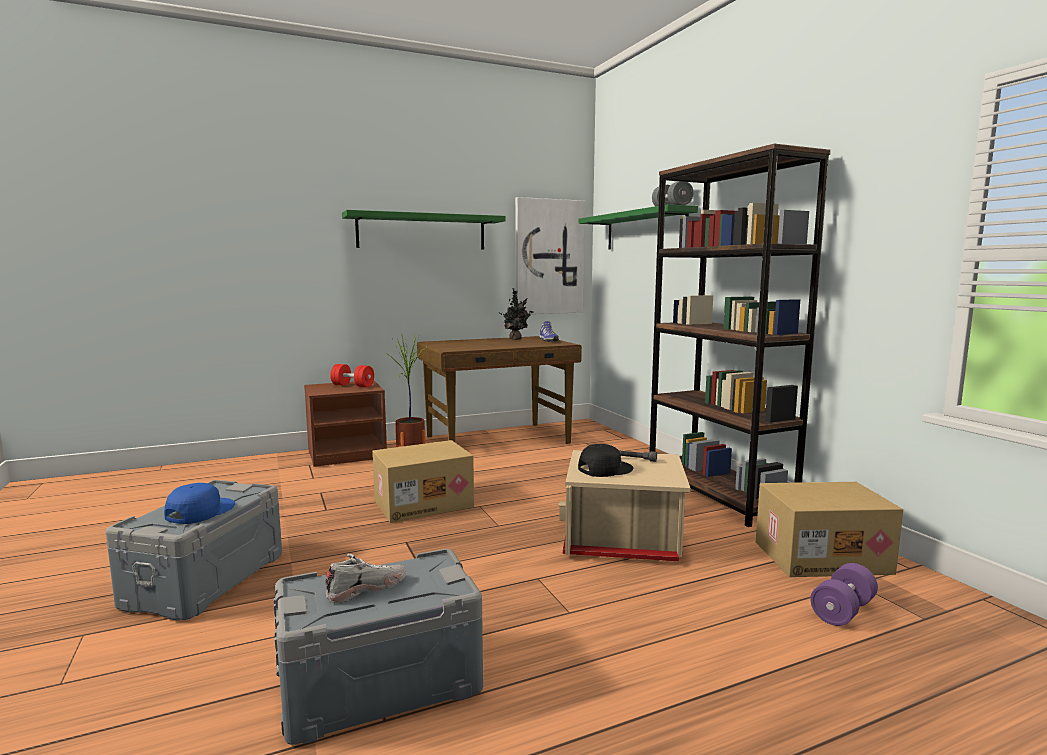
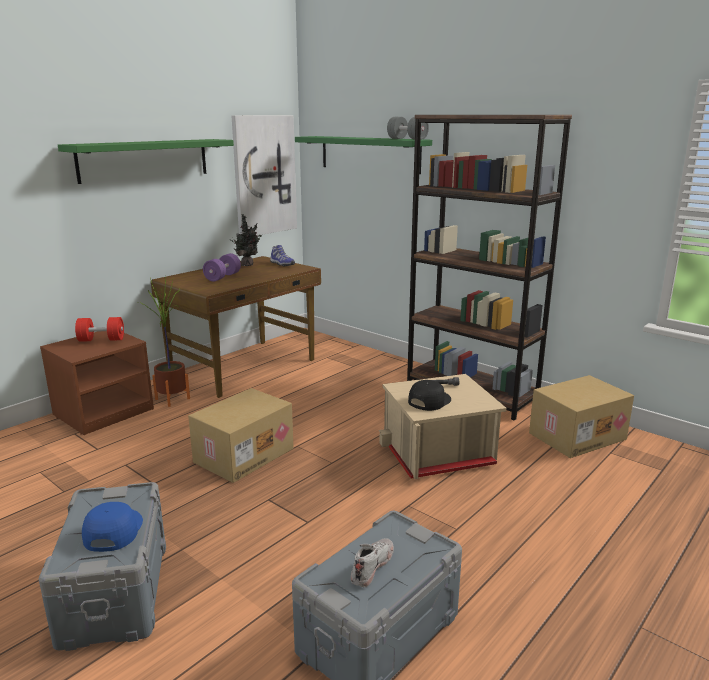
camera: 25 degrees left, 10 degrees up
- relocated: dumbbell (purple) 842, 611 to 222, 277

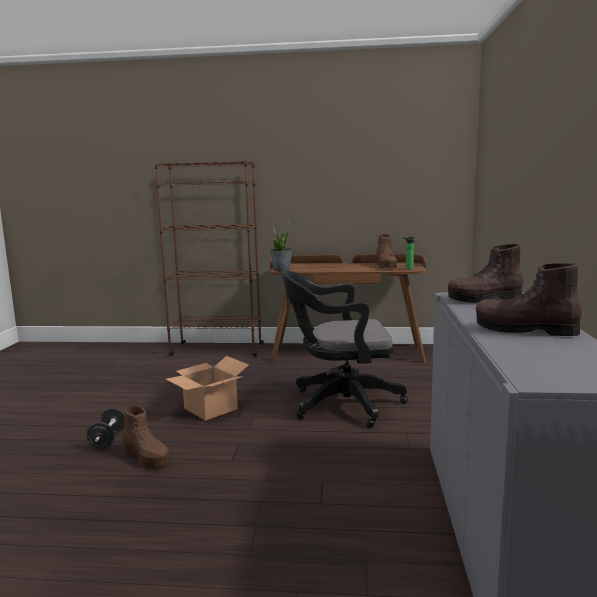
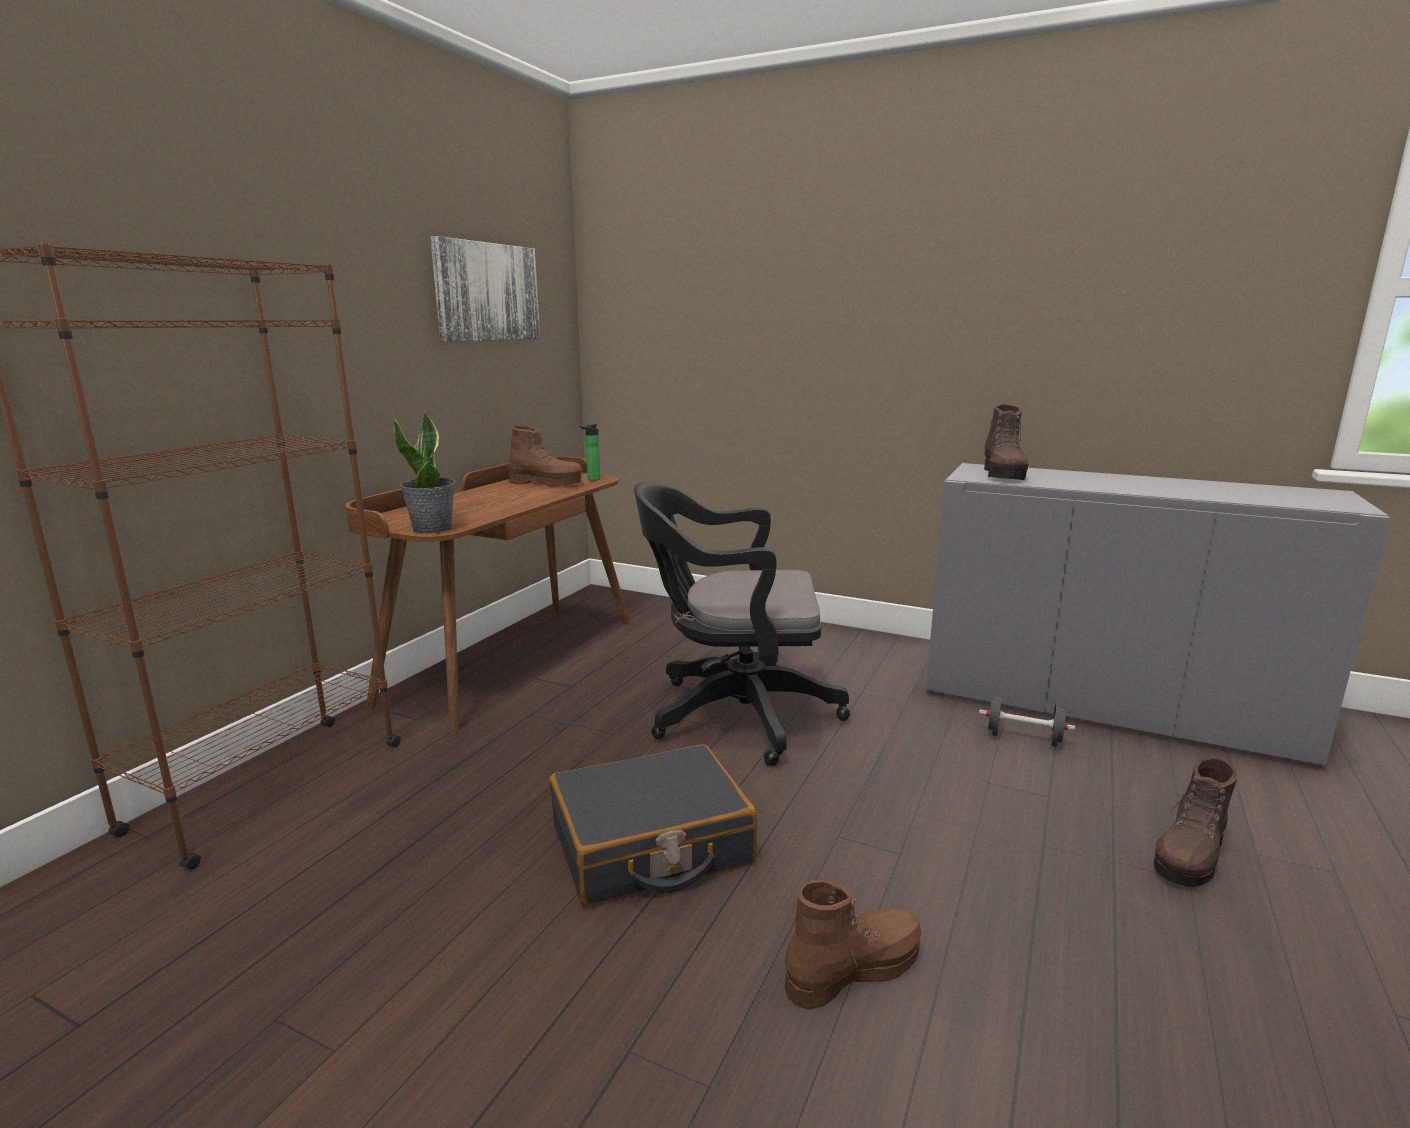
camera: 70 degrees left, 5 degrees up
- relocated: dumbbell (black) 108, 439 to 1023, 738
- exchanged: cardboard box 211, 409 to suitcase (black) 651, 846
- spun: office chair (black) 340, 404 = 733, 714 75 degrees clockwise
- relocated: boot (brown) 525, 330 to 1189, 858
- appeared: picture 486, 292

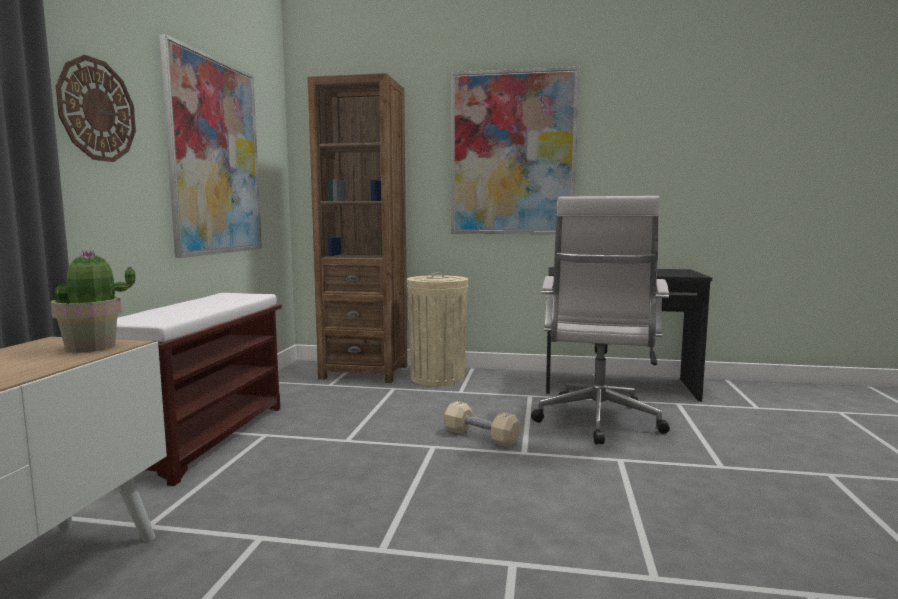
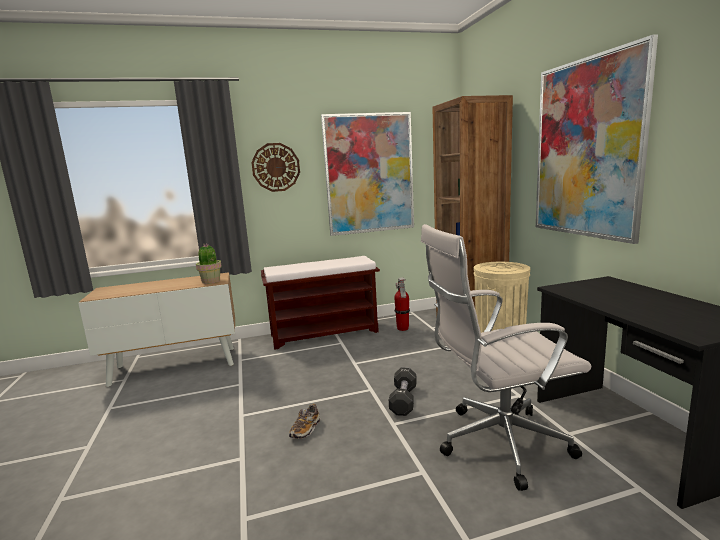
camera: 65 degrees right, 5 degrees up
- colour: dumbbell (beige) 481, 437 to dumbbell (black) 403, 400
- appeared: shoe 305, 429
- appeared: fire extinguisher 403, 329

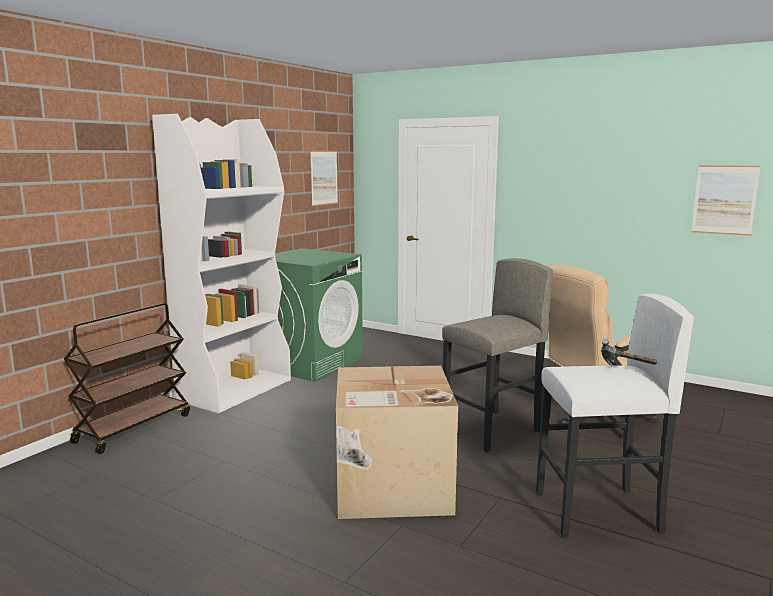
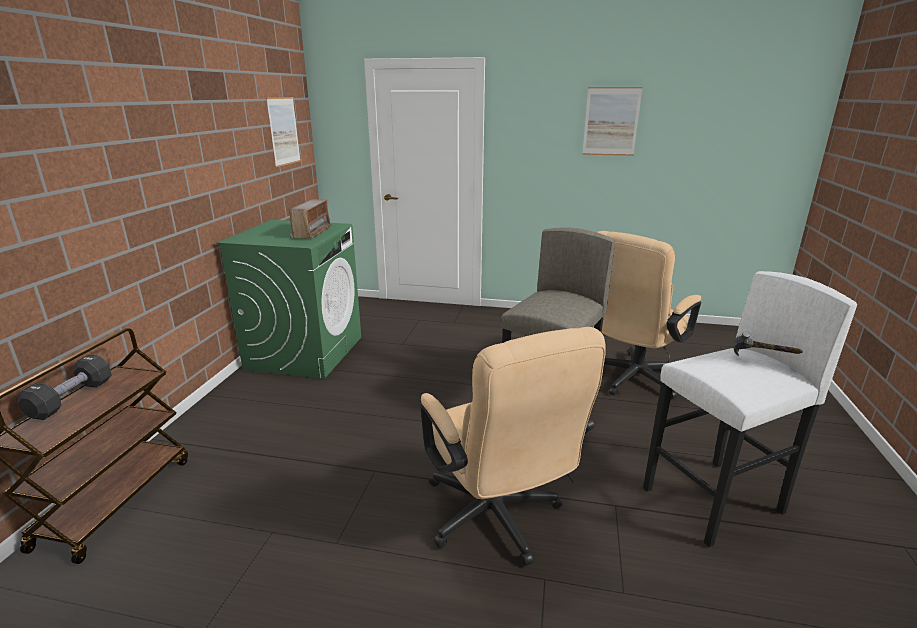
camera: 20 degrees left, 10 degrees up
- missing: bookcase (white) 235, 390
- exchanged: cardboard box 391, 487 to office chair (beige) 497, 521
- relocated: picture 724, 200 to 611, 121
- appeared: dumbbell (black) 71, 398
- appeared: radio 312, 232

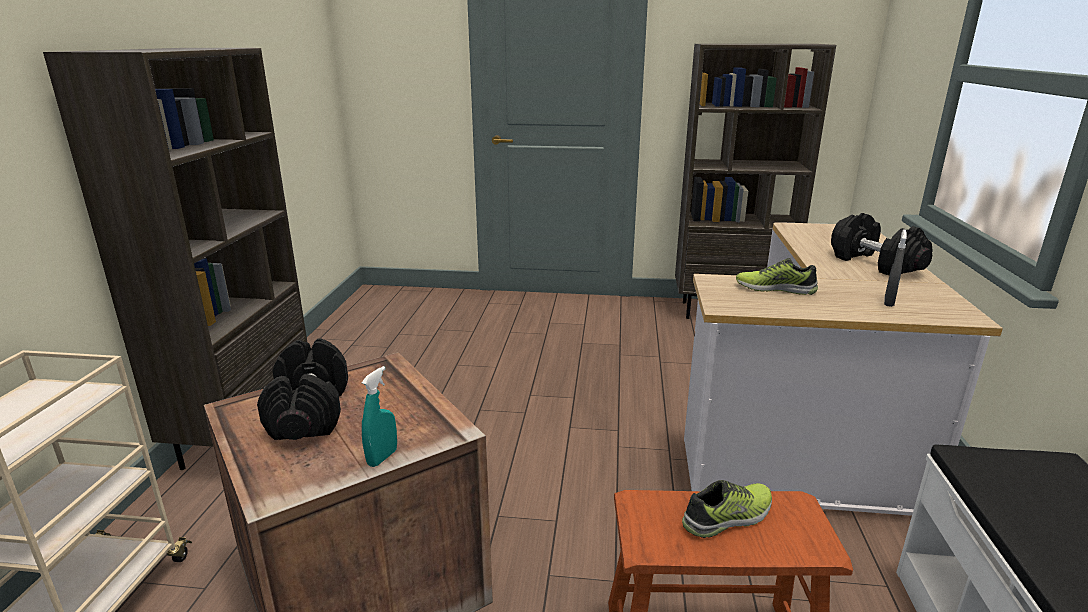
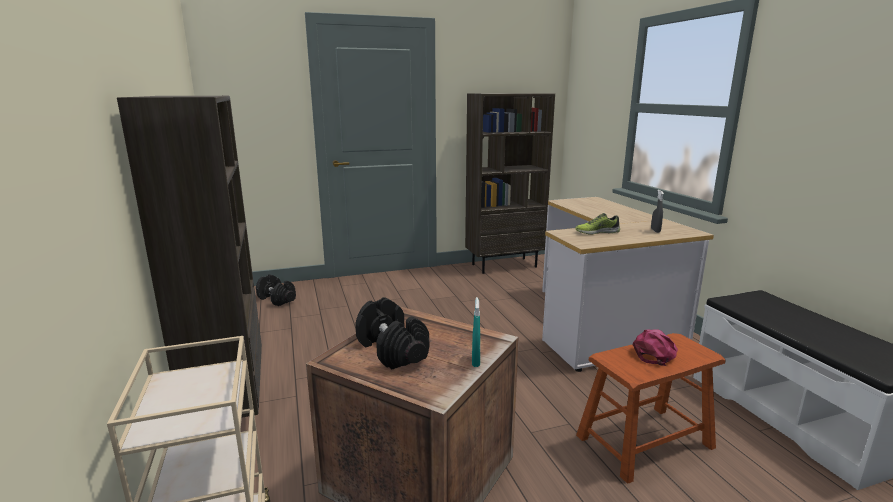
camera: 25 degrees left, 5 degrees down
- exchanged: shoe 729, 517 to cap (pink) 655, 352
- relocated: dumbbell (black) 876, 264 to 277, 299

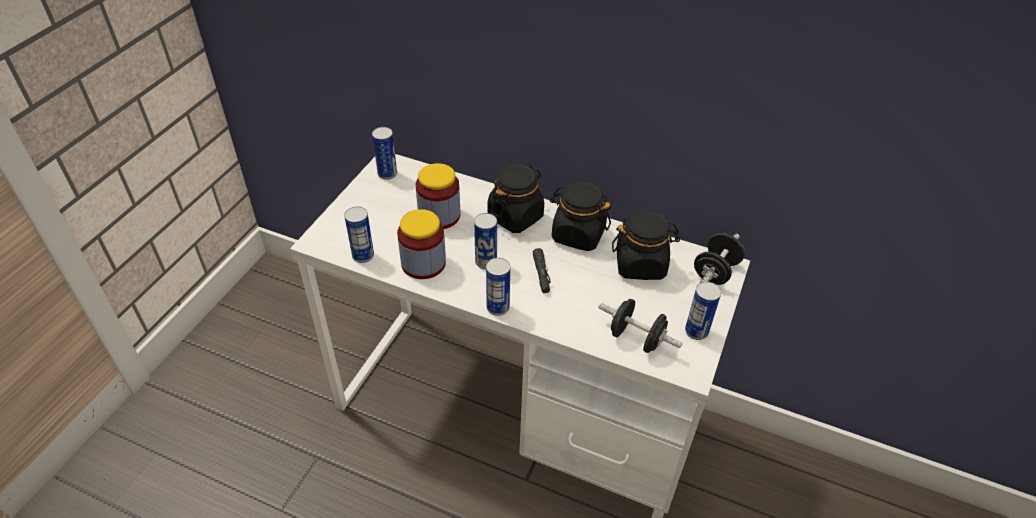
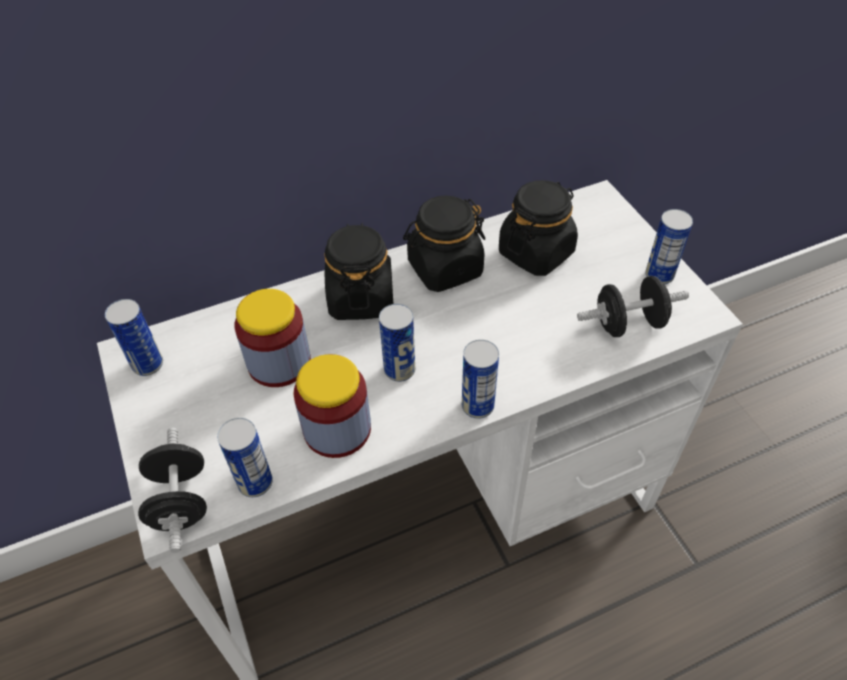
camera: 45 degrees left, 5 degrees up
- missing: flashlight (black) 541, 274
- relocated: dumbbell (black) 715, 272 to 180, 502

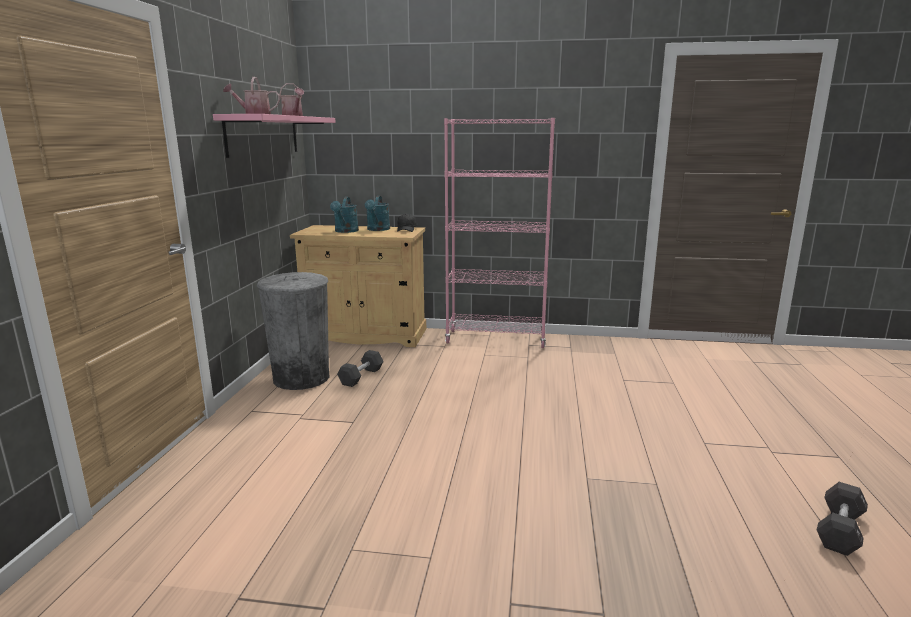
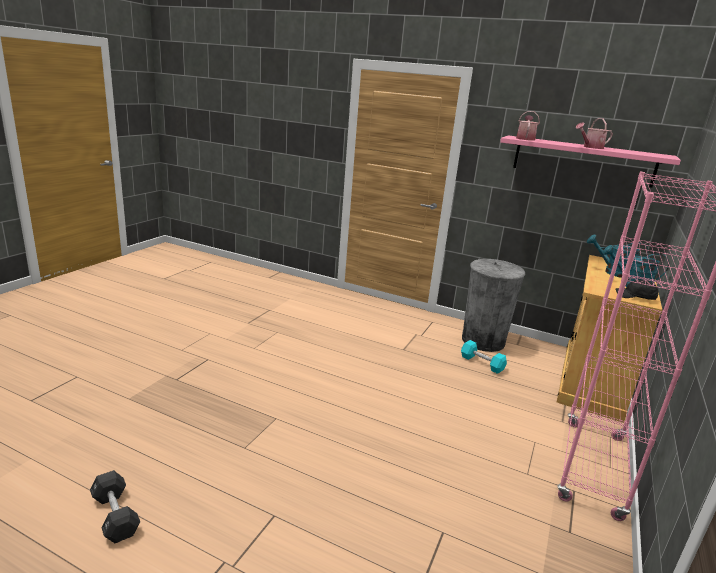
camera: 105 degrees right, 5 degrees up
- colour: dumbbell (black) 361, 376 to dumbbell (turquoise) 482, 363

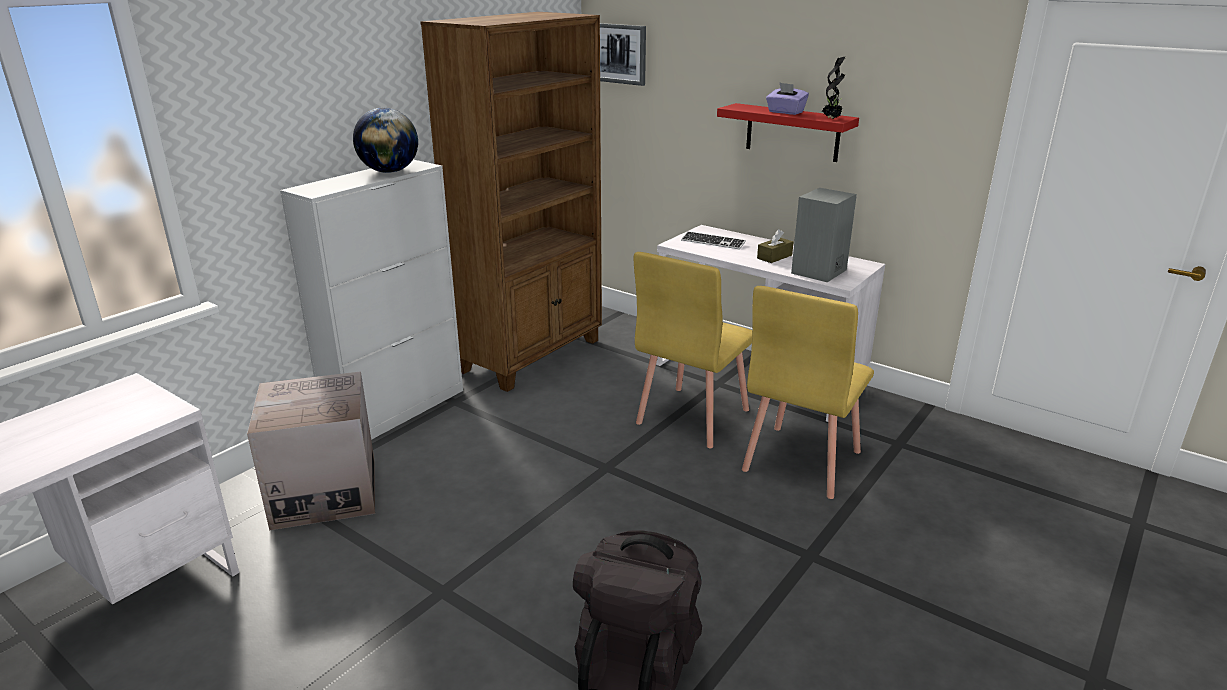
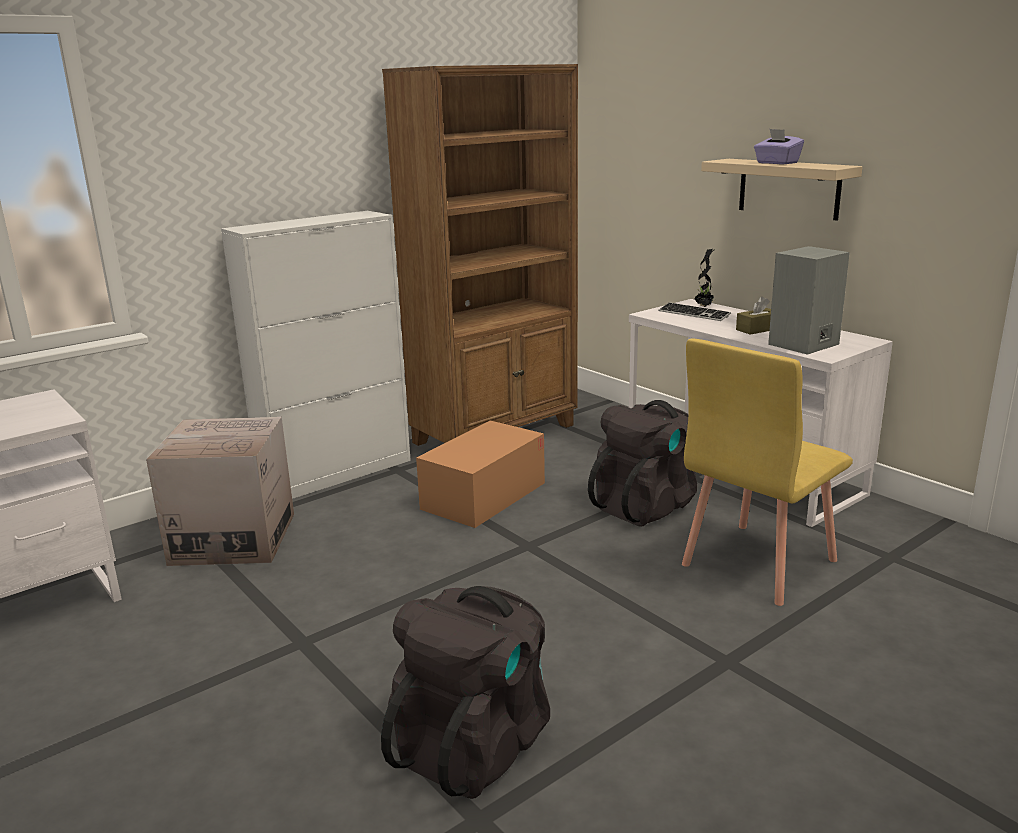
camera: 15 degrees right, 5 degrees down
- missing: globe 389, 171
- missing: picture 619, 53
- exchanged: chair (yellow) 691, 416 to backpack (black) 646, 506
- colour: shelf (red) 792, 132 to shelf (beige) 788, 188
- relocated: potted plant 832, 118 to 704, 306
- appeared: cardboard box 484, 496

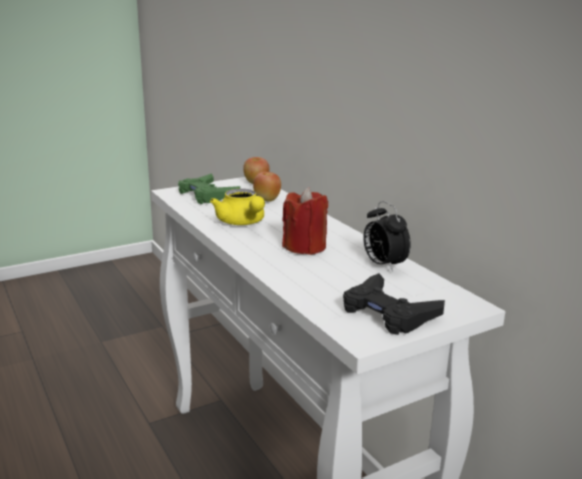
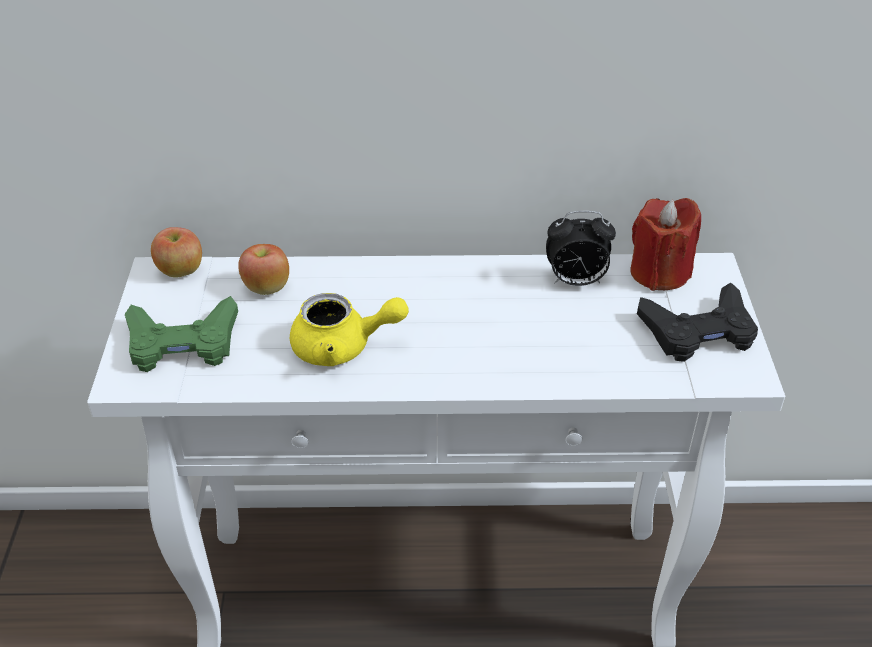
camera: 60 degrees left, 20 degrees up
- relocated: candle (red) 305, 247 to 659, 273

